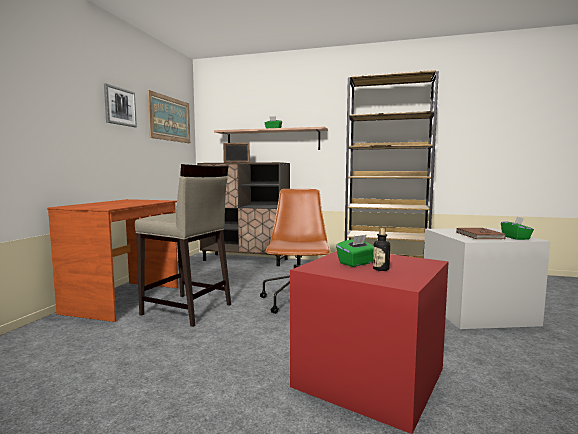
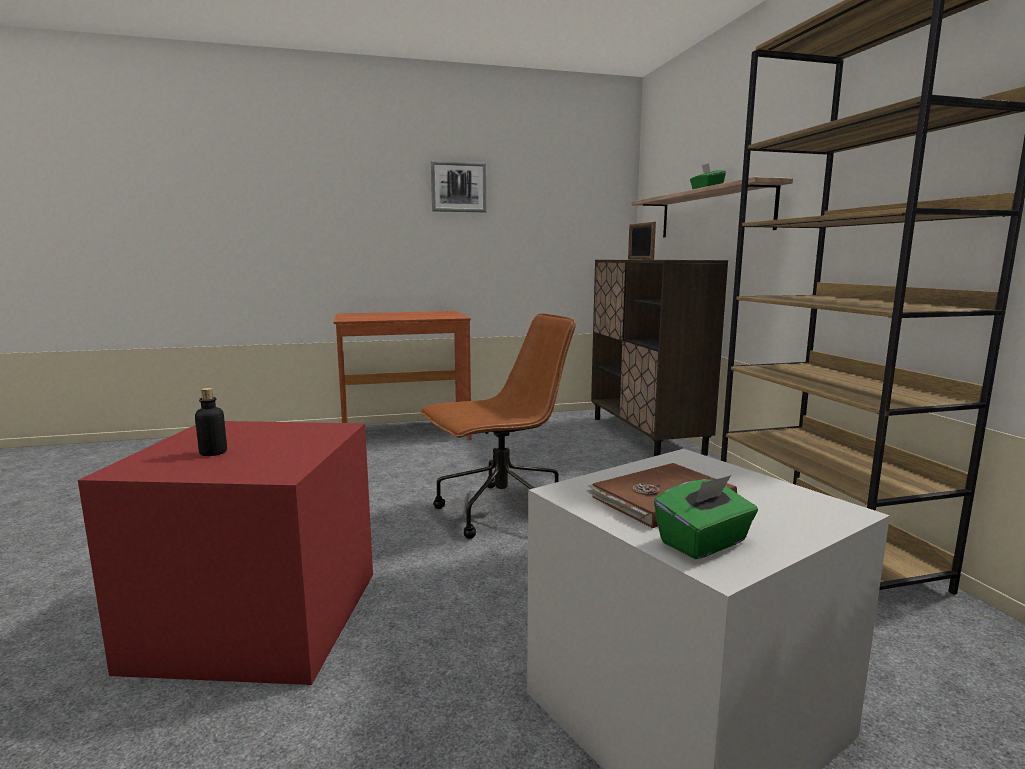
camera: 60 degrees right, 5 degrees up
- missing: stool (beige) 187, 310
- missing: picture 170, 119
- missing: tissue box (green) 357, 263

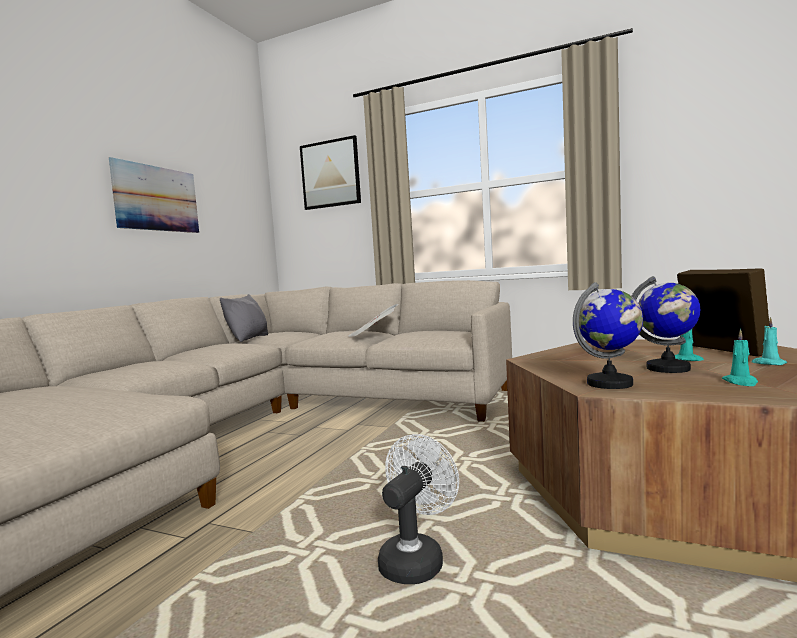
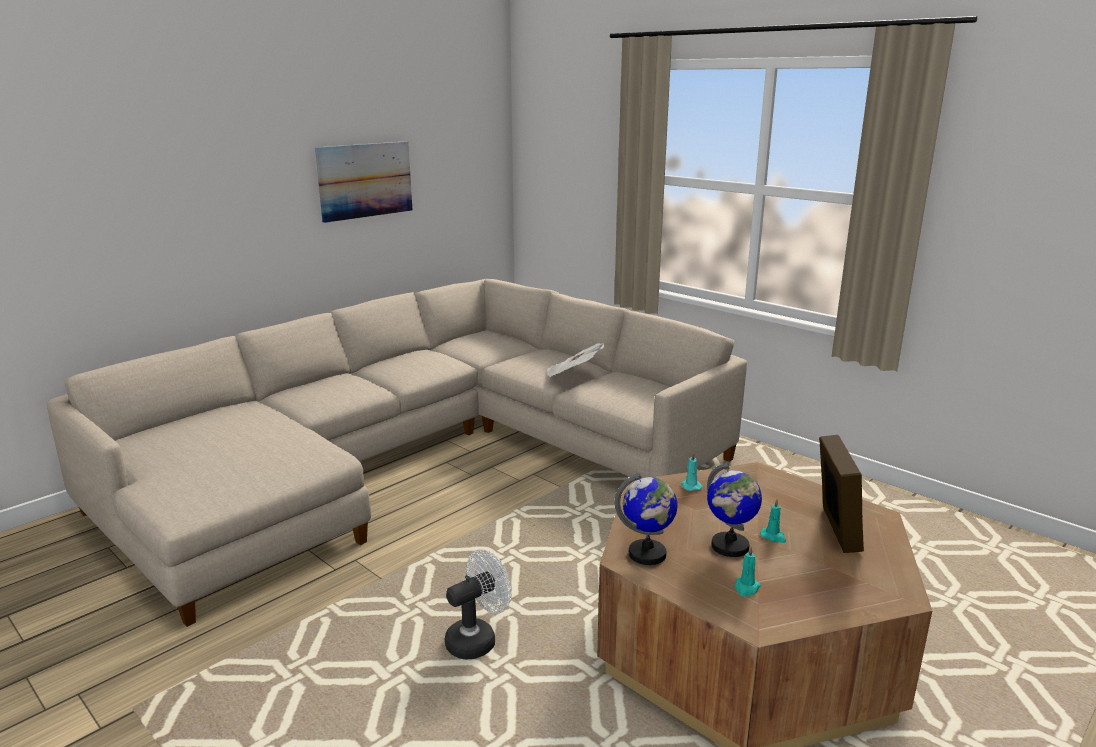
camera: 20 degrees right, 15 degrees up
- missing: pillow (grey) 248, 339
- missing: picture 330, 174
- relocated: candle (turquoise) 768, 363 to 690, 486

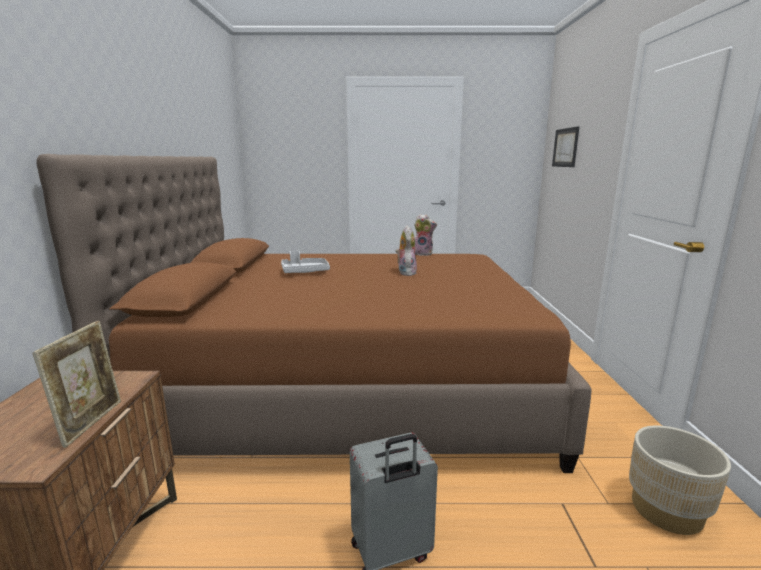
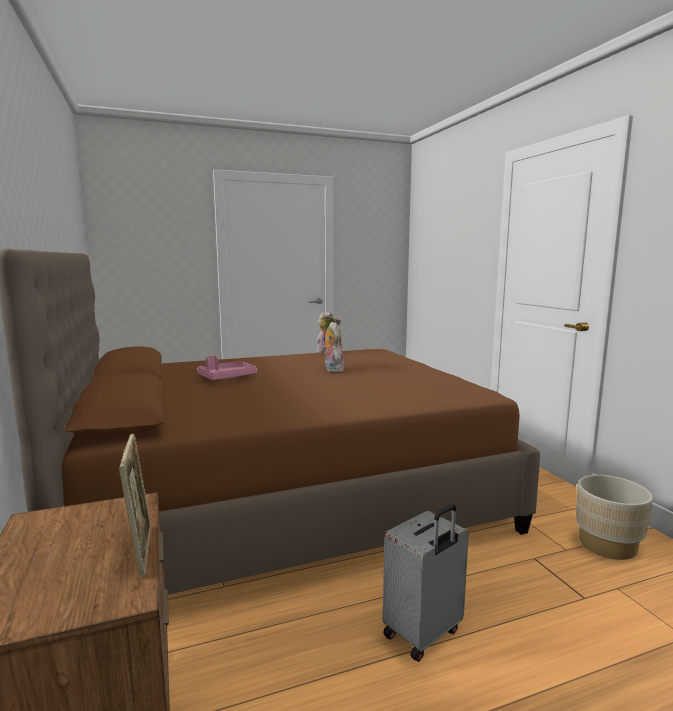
camera: 20 degrees left, 5 degrees down
- colour: tray (grey) 304, 271 to tray (pink) 226, 377
- missing: picture 565, 147

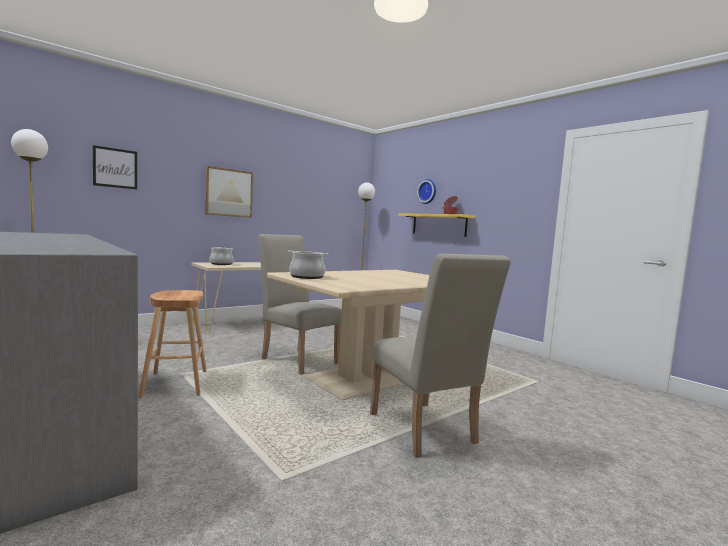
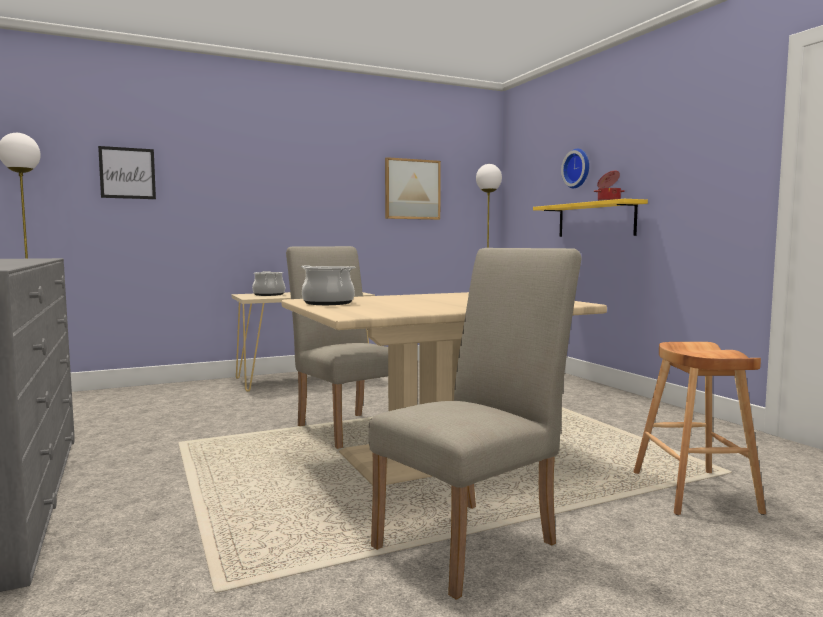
camera: 15 degrees right, 0 degrees up
- relocated: stool (brown) 175, 384 to 694, 492
- relocated: picture 229, 193 to 412, 189
- spun: chair (beige) 425, 432 = 475, 541 120 degrees counterclockwise

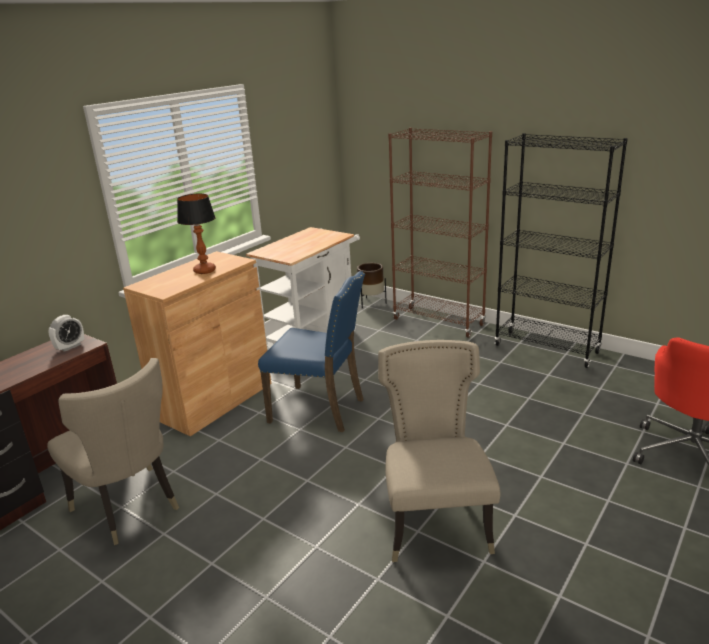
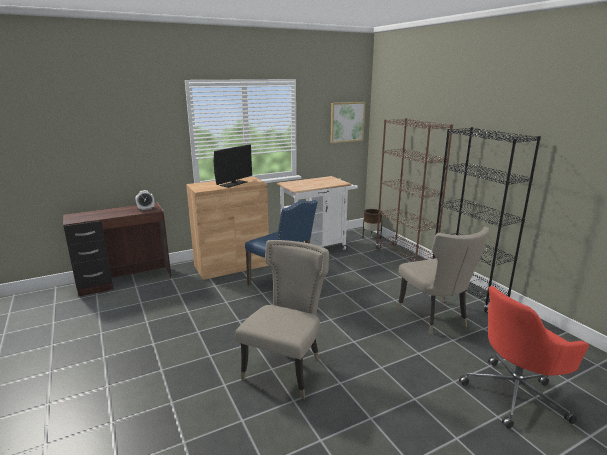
camera: 25 degrees right, 5 degrees down
- relocated: chair (beige) 130, 508 to 435, 318
- exchanged: table lamp 204, 270 to monitor 233, 183
- appeared: picture 347, 122

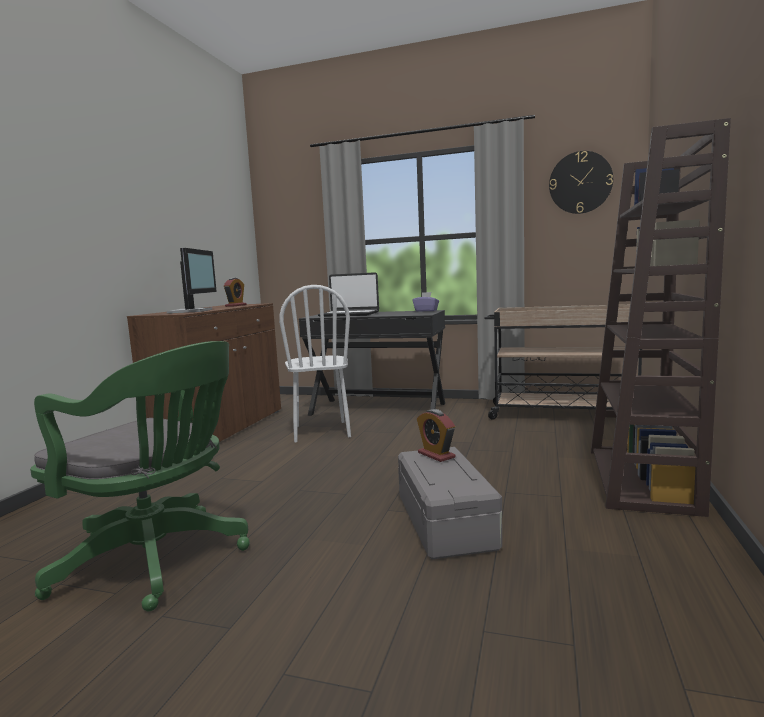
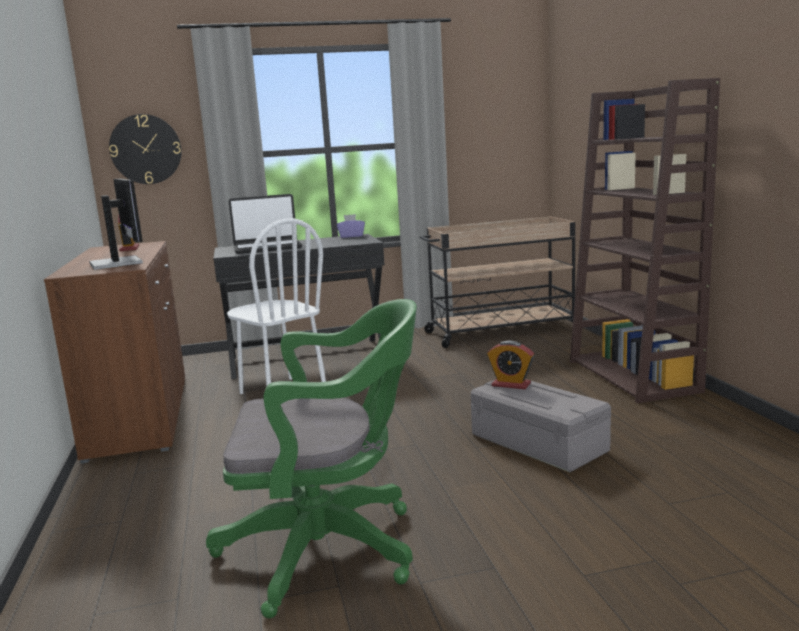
camera: 30 degrees left, 5 degrees up
- relocated: wall clock 580, 182 to 145, 149

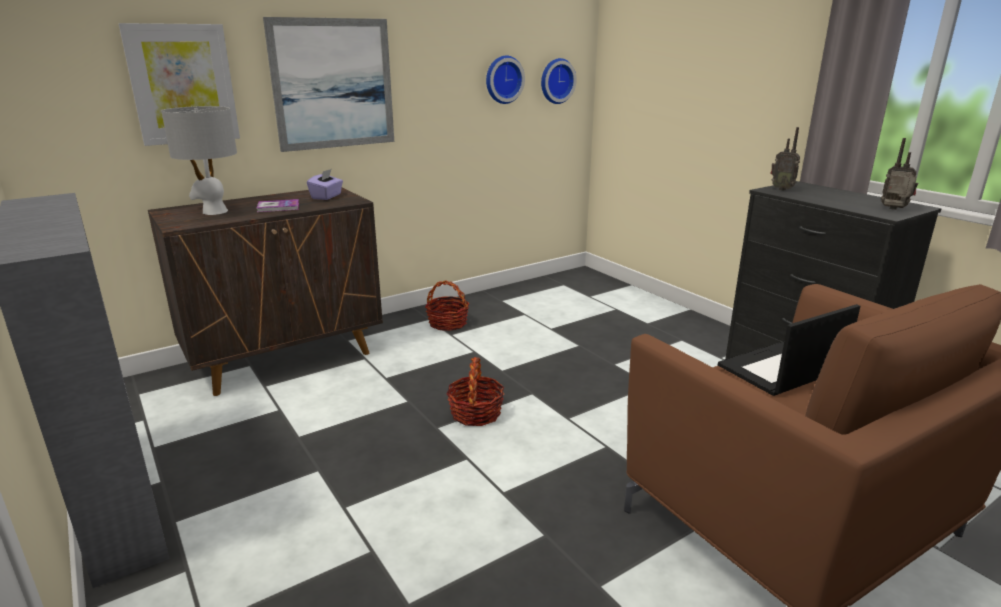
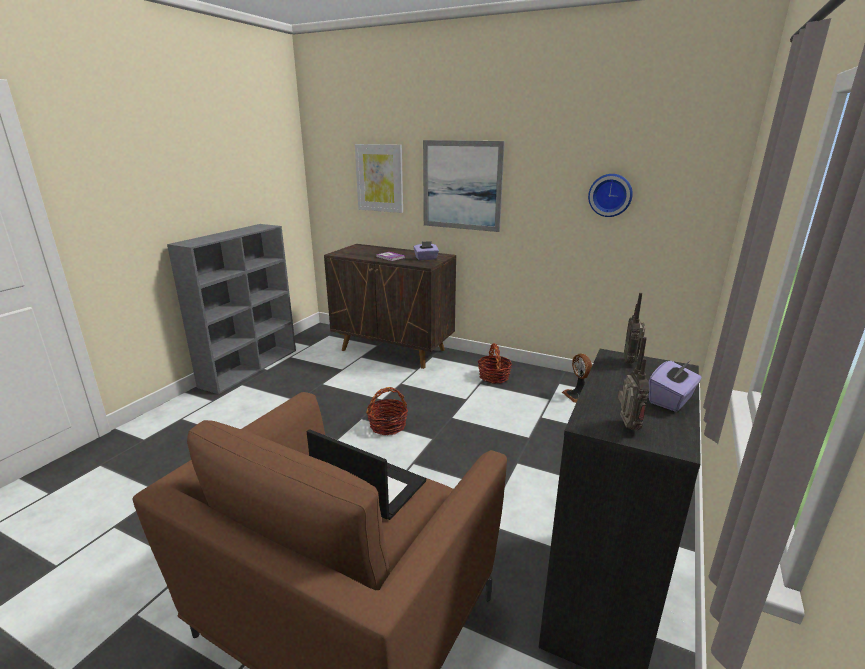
camera: 60 degrees right, 0 degrees up
- missing: table lamp (grey) 214, 211
- missing: wall clock 556, 81
- appeared: fan 577, 395
- appeared: tissue box (purple) 671, 400

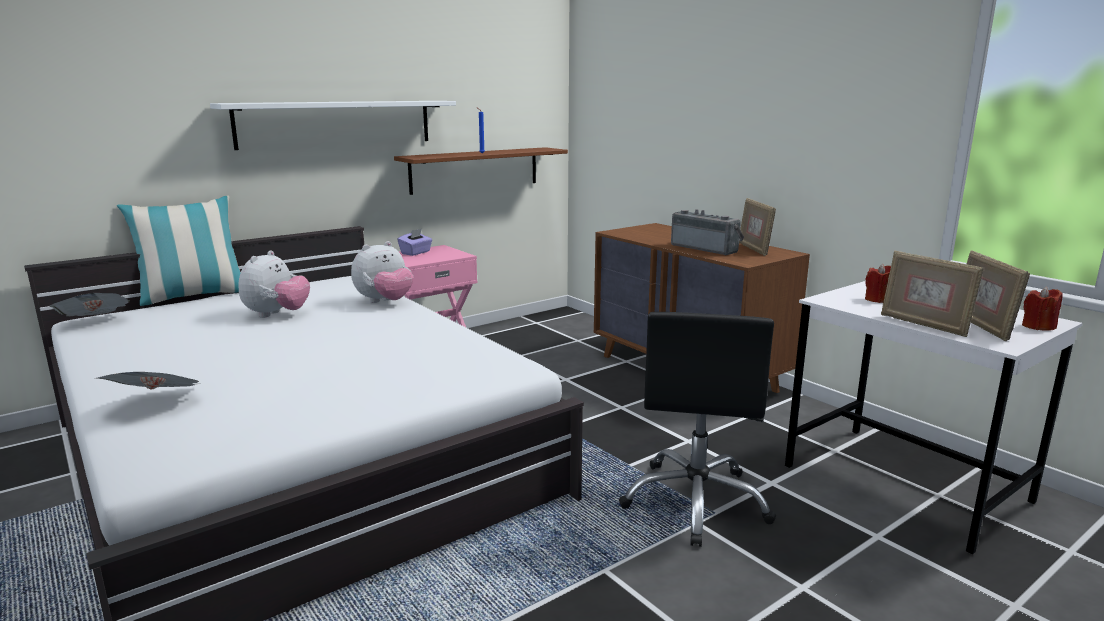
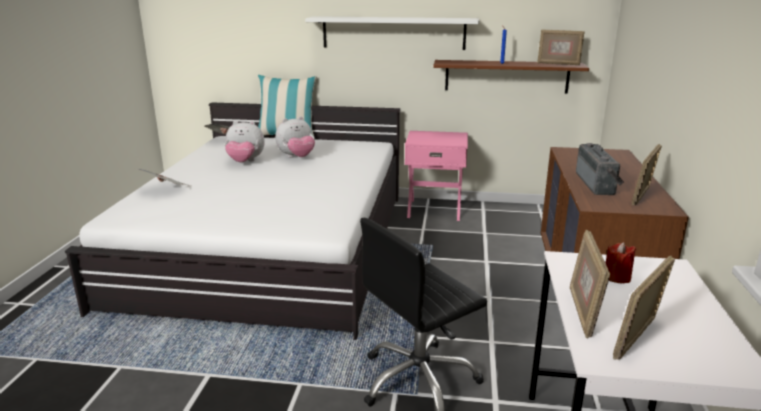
camera: 45 degrees right, 5 degrees up
- relocated: plush toy 385, 302 to 245, 162
- missing: tissue box (purple) 416, 253
- missing: candle (red) 1038, 326
- appeared: picture frame 558, 64

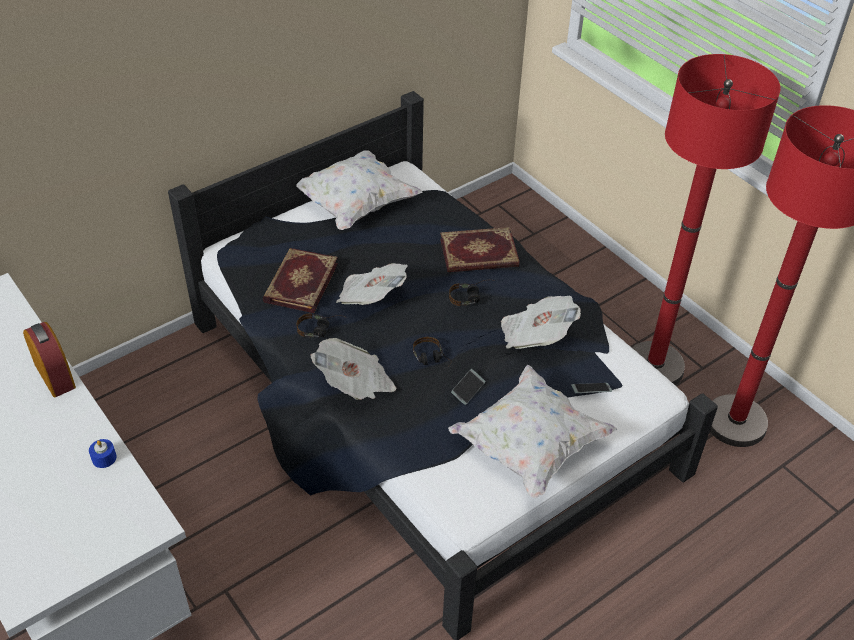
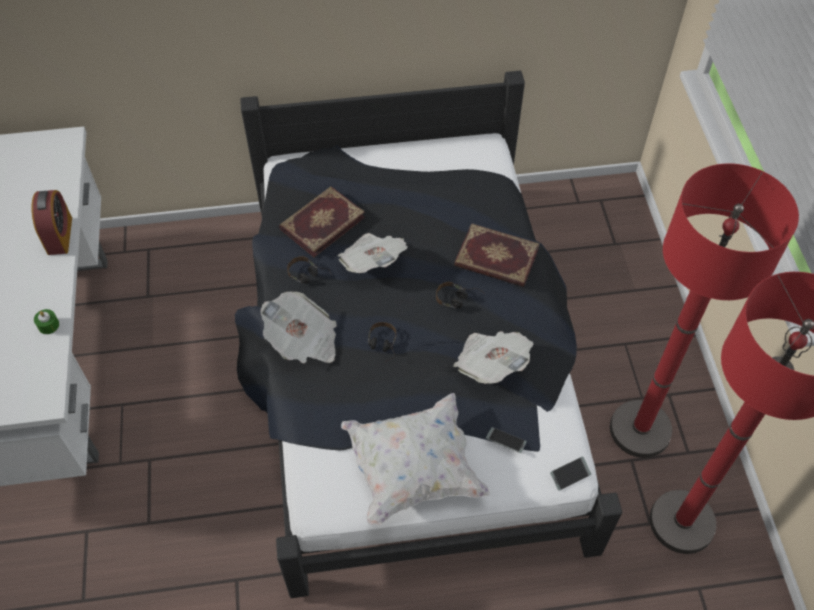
camera: 30 degrees right, 10 degrees up
- colour: candle (blue) 104, 458 to candle (green) 48, 325
- missing: pillow (white) 355, 205
- relocated: phone 468, 389 to 570, 475

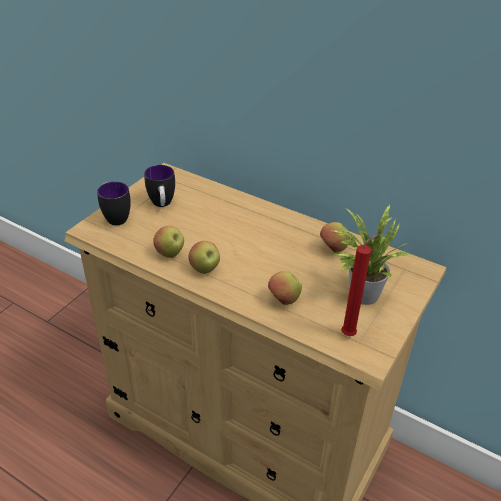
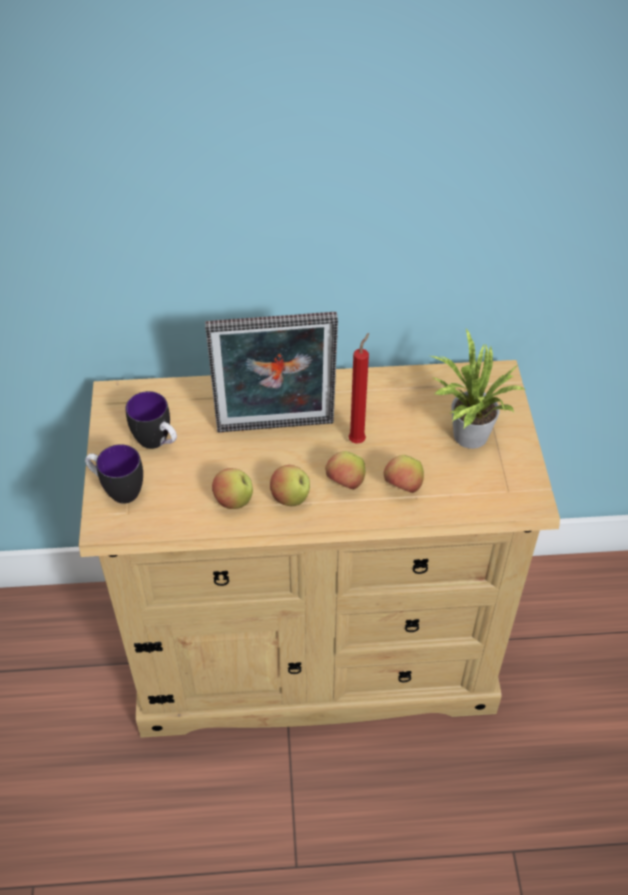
camera: 35 degrees left, 10 degrees up
- relocated: apple 333, 249 to 345, 483
- relocated: candle (red) 350, 334 to 358, 440
- appeared: picture frame 275, 430

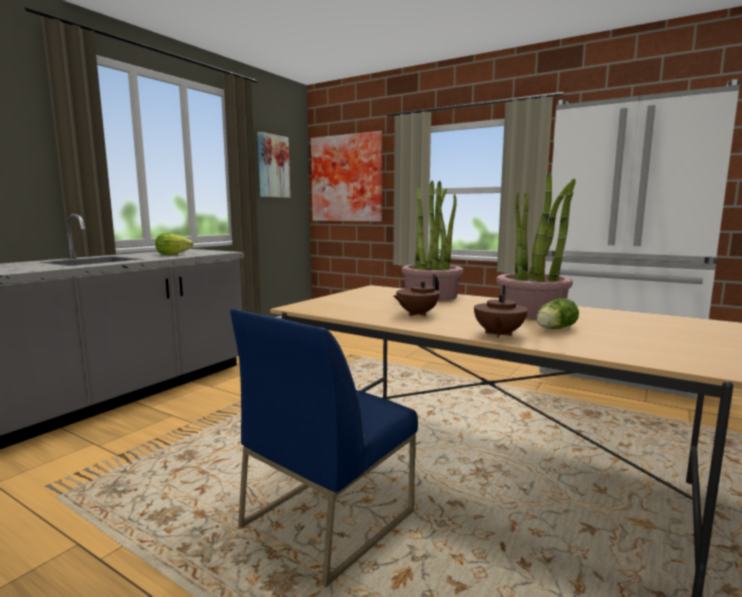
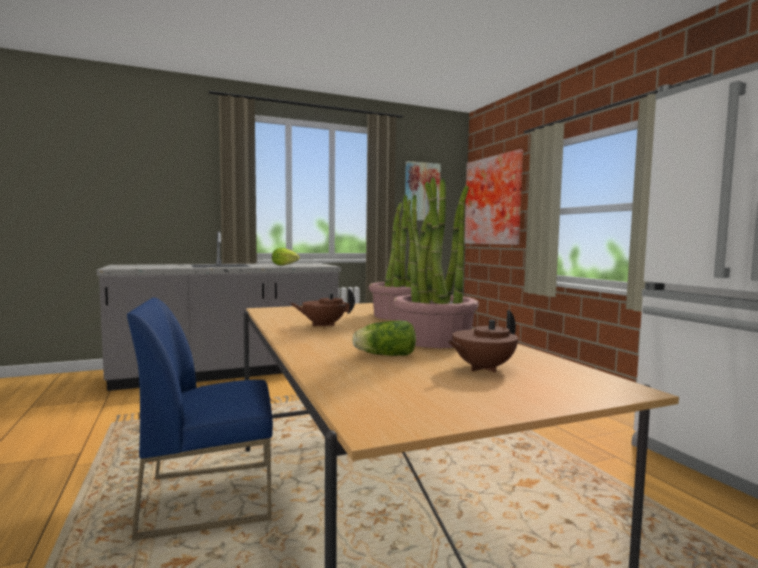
camera: 35 degrees right, 5 degrees down
- relocated: teapot (brown) 498, 334 to 482, 368

